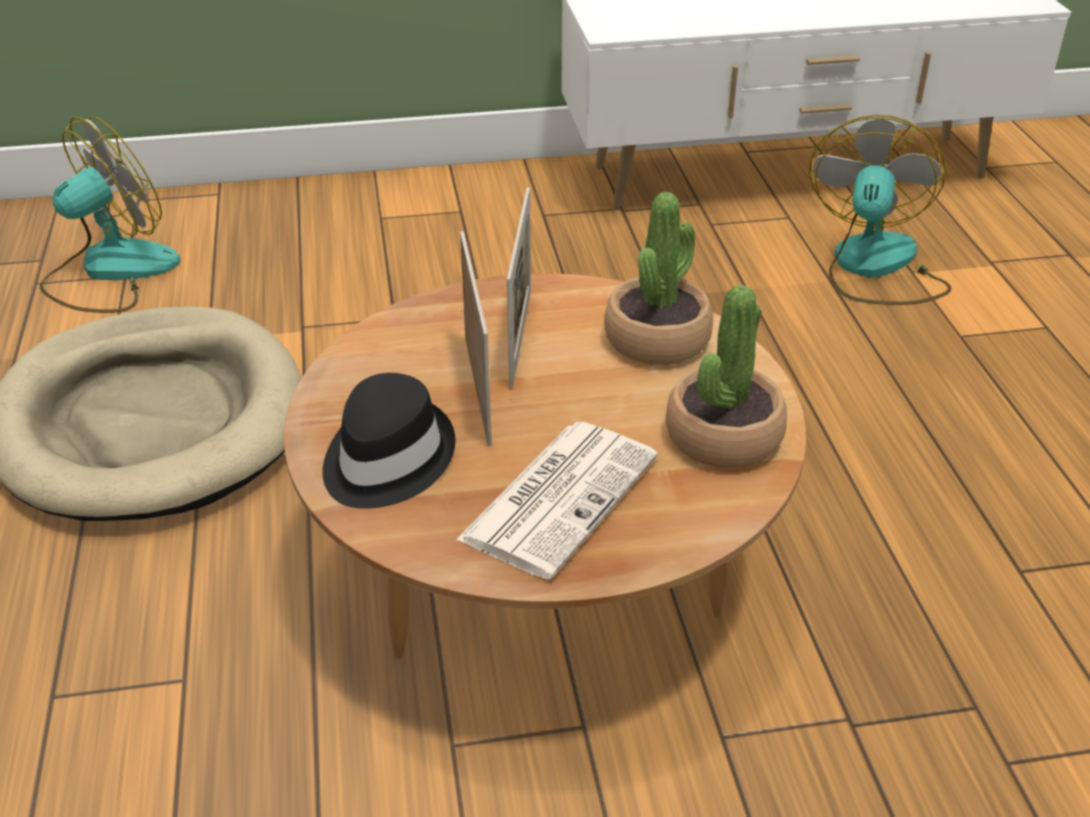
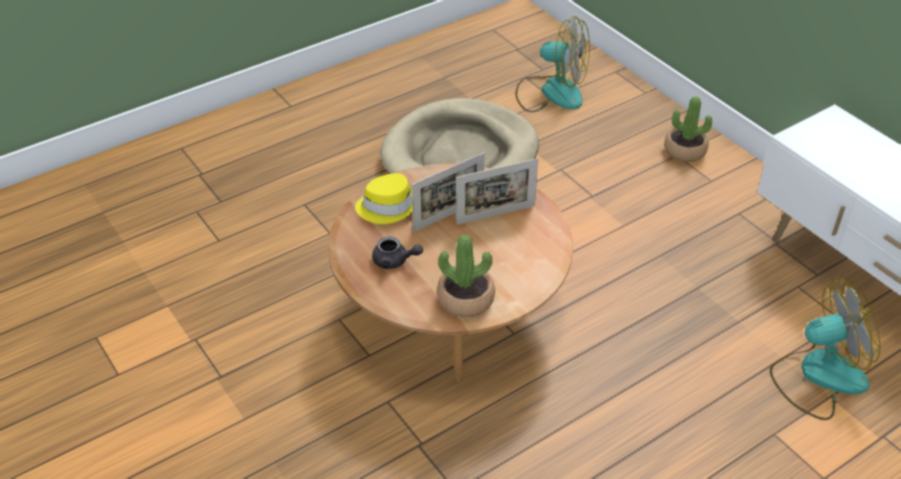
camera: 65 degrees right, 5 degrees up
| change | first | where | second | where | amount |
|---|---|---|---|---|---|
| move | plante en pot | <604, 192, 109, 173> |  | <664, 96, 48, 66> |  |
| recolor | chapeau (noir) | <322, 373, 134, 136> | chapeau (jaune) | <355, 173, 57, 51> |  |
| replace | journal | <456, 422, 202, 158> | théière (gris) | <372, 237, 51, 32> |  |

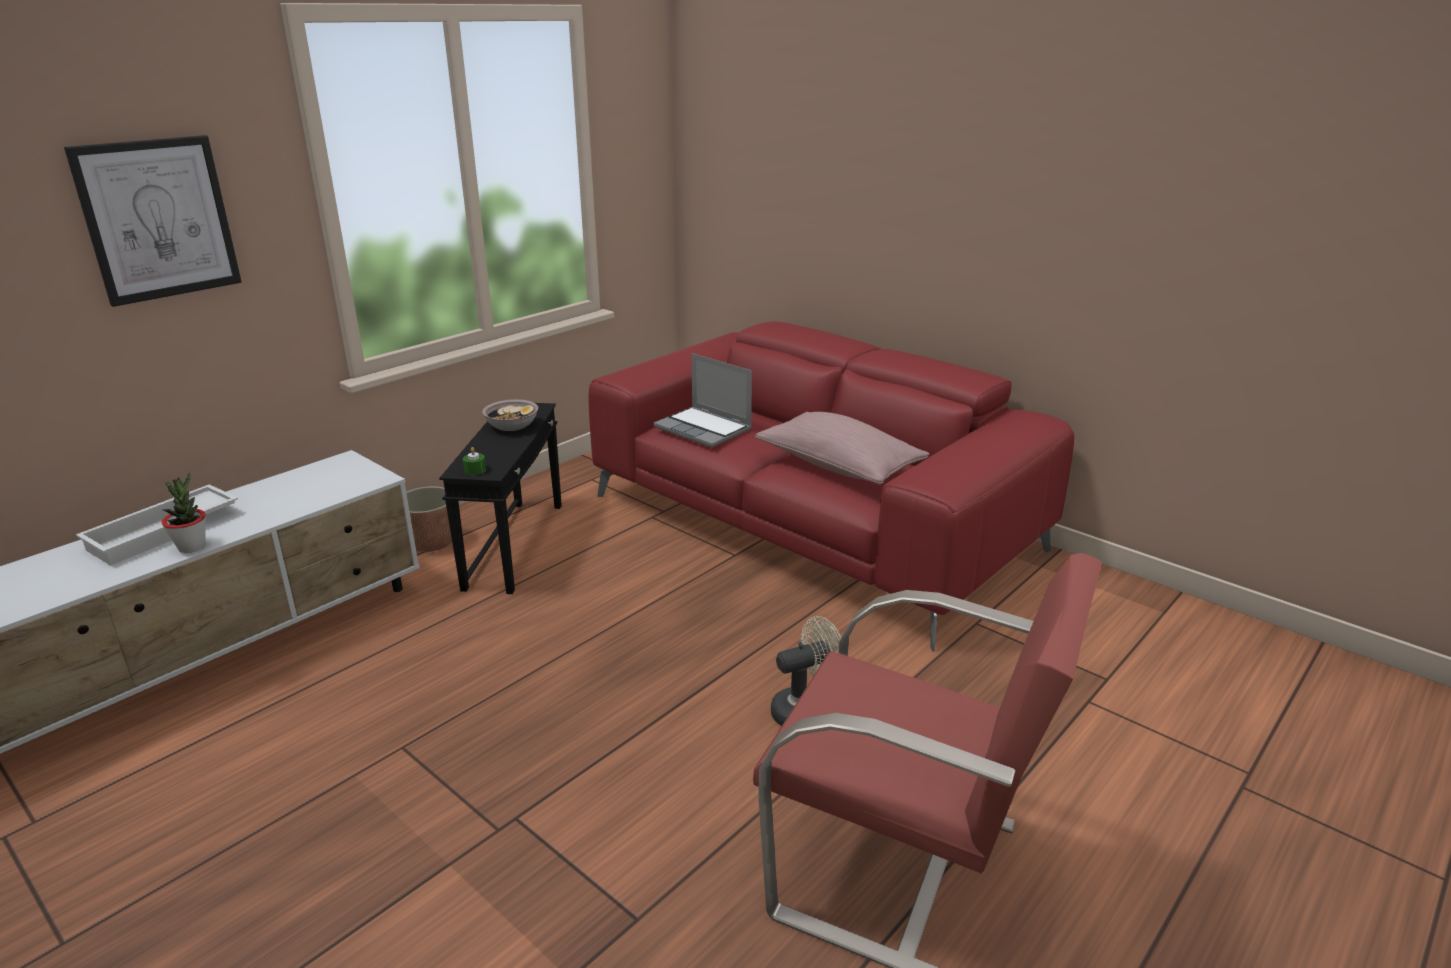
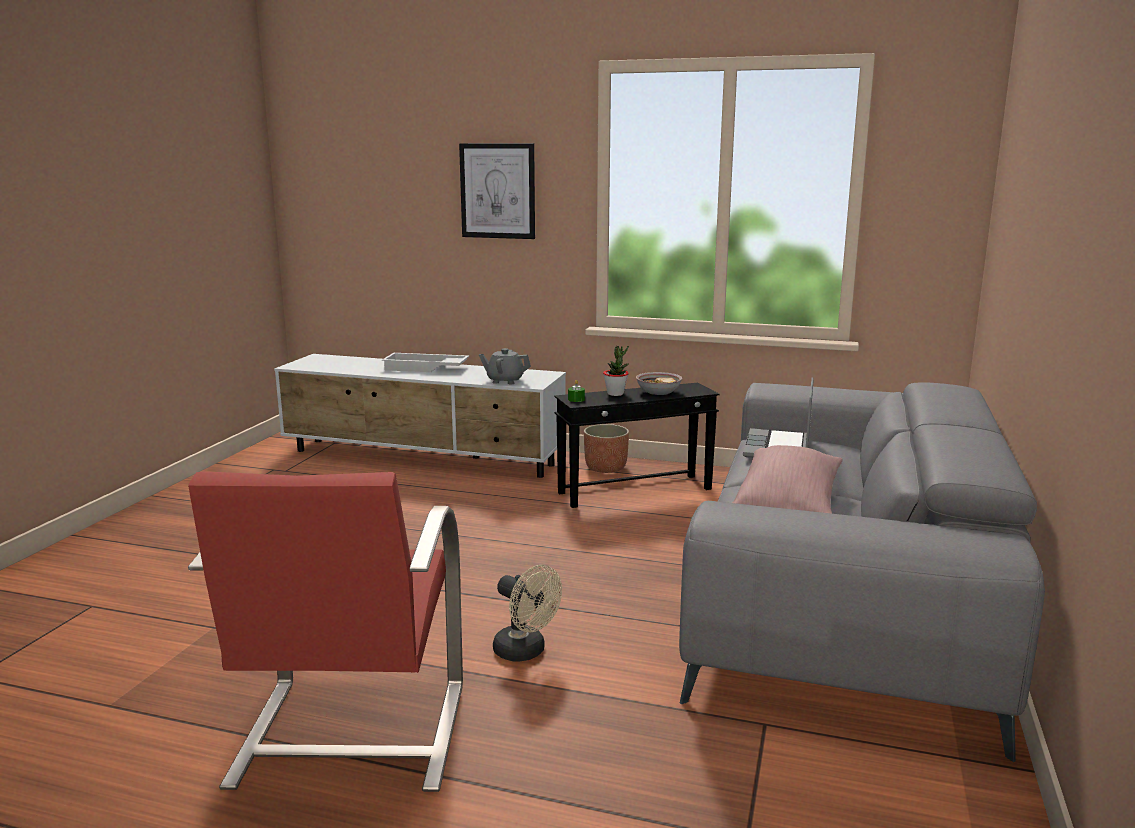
camera: 65 degrees right, 10 degrees down
| change | first | where | second | where | amount |
|---|---|---|---|---|---|
| recolor | canapé (rouge) | <588, 321, 486, 331> | canapé (gris) | <679, 382, 366, 380> |  |
| move | plante en pot | <162, 473, 44, 80> |  | <603, 346, 26, 50> |  |
| insert |  |  | théière (gris) | <479, 348, 52, 36> |  |

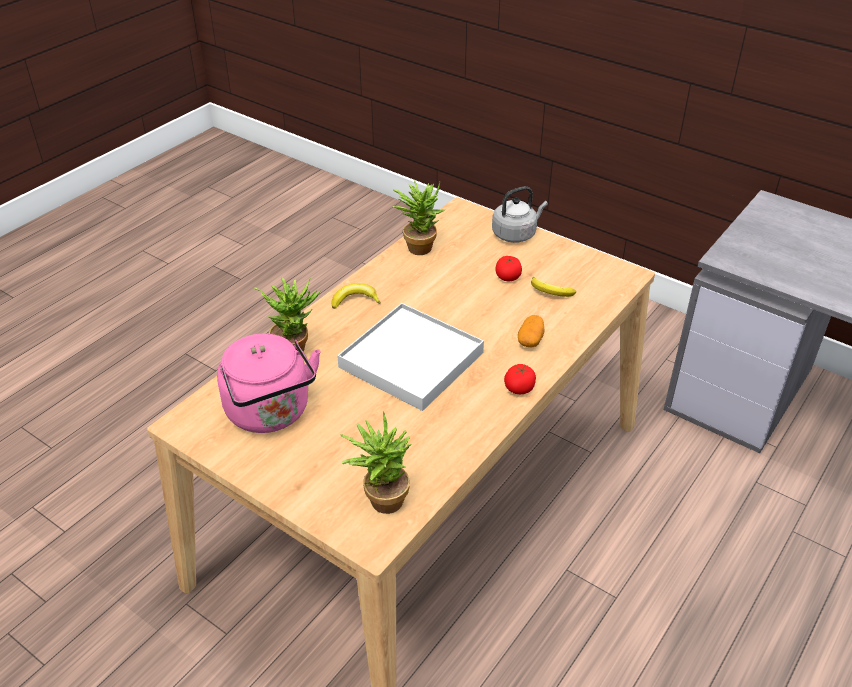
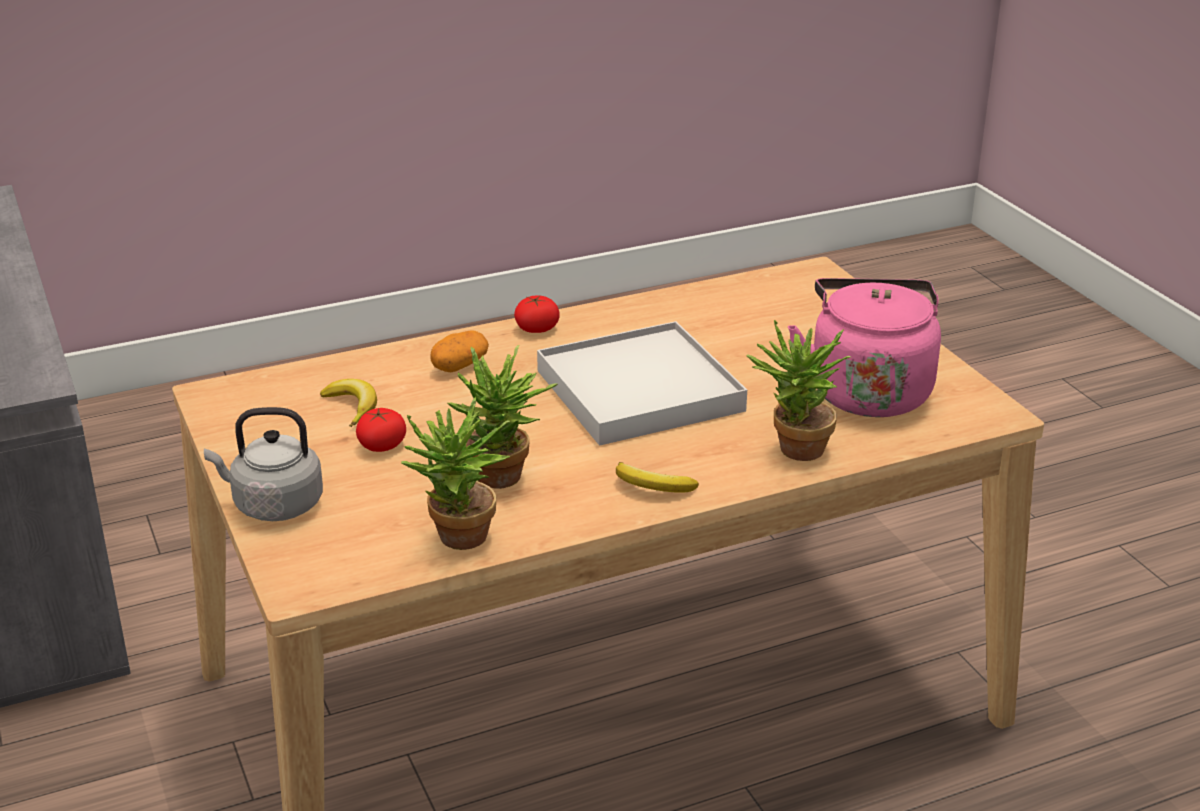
camera: 150 degrees left, 10 degrees down
| change | first | where | second | where | amount |
|---|---|---|---|---|---|
| move | plante en pot | <340, 411, 71, 103> |  | <447, 345, 111, 144> |  |

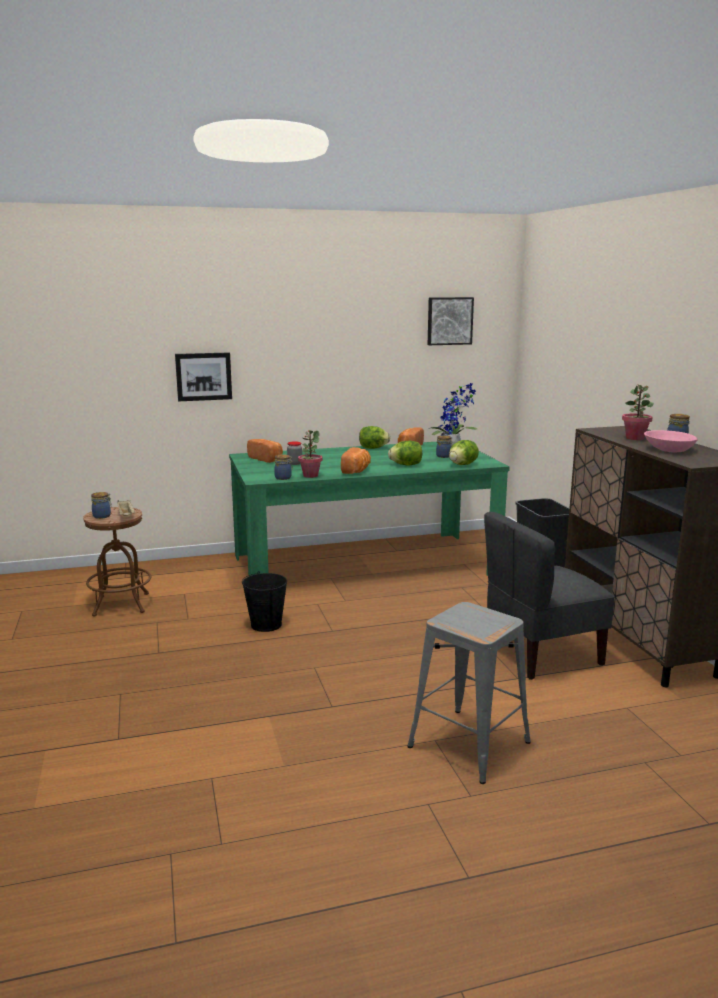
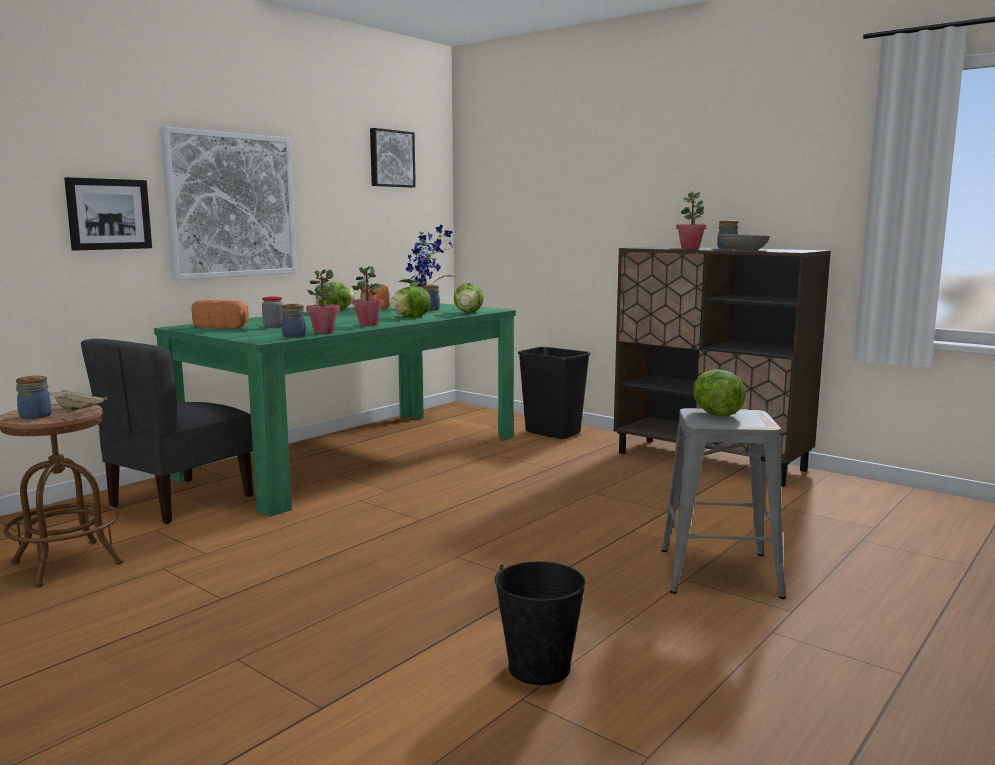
camera: 35 degrees left, 5 degrees down
| change | first | where | second | where | amount |
|---|---|---|---|---|---|
| recolor | bol (rose) | <644, 430, 53, 23> | bol (gris) | <718, 234, 52, 16> |  |
| replace | pain | <341, 447, 30, 27> | plante en pot | <352, 266, 31, 60> |  |
| move | chaise (gris) | <484, 512, 131, 168> |  | <81, 339, 172, 185> |  |
| move | seau (noir) | <242, 571, 45, 61> |  | <495, 561, 91, 124> |  |
| insert |  |  | tableau | <160, 126, 137, 154> |  |
| insert |  |  | laitue | <693, 369, 53, 47> |  |

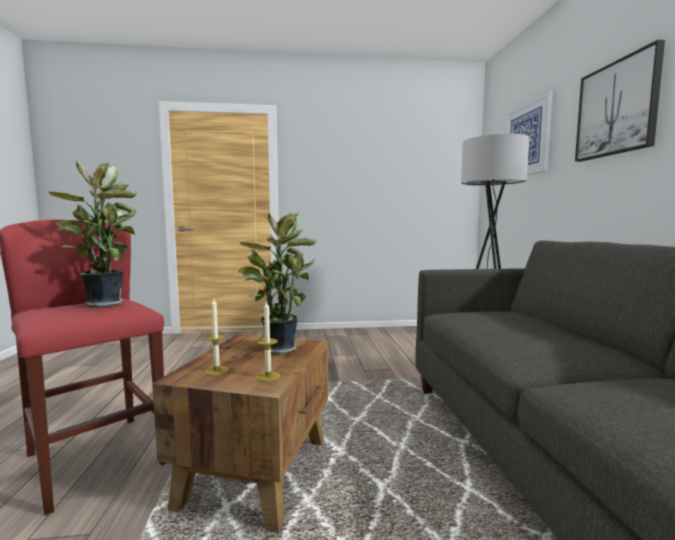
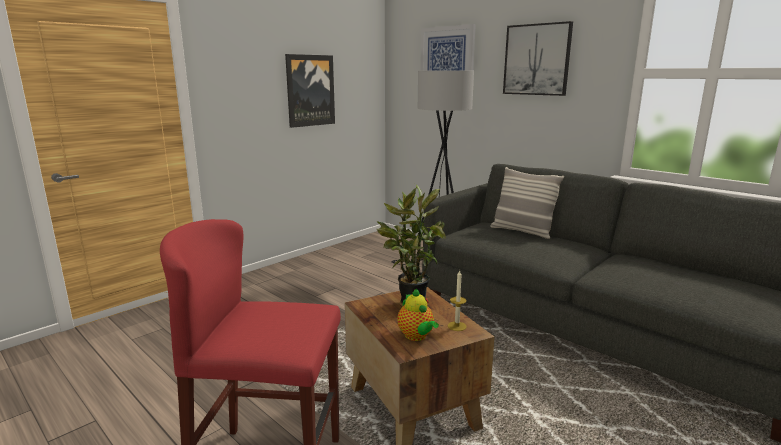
camera: 40 degrees left, 10 degrees up
| change | first | where | second | where | amount |
|---|---|---|---|---|---|
| delete | plante en pot | <49, 161, 88, 146> |  |  |  |
| replace | bougie | <205, 299, 24, 77> | théière | <397, 288, 42, 53> |  |
| insert |  |  | tableau | <285, 54, 50, 74> |  |
| insert |  |  | coussin | <490, 167, 74, 72> |  |

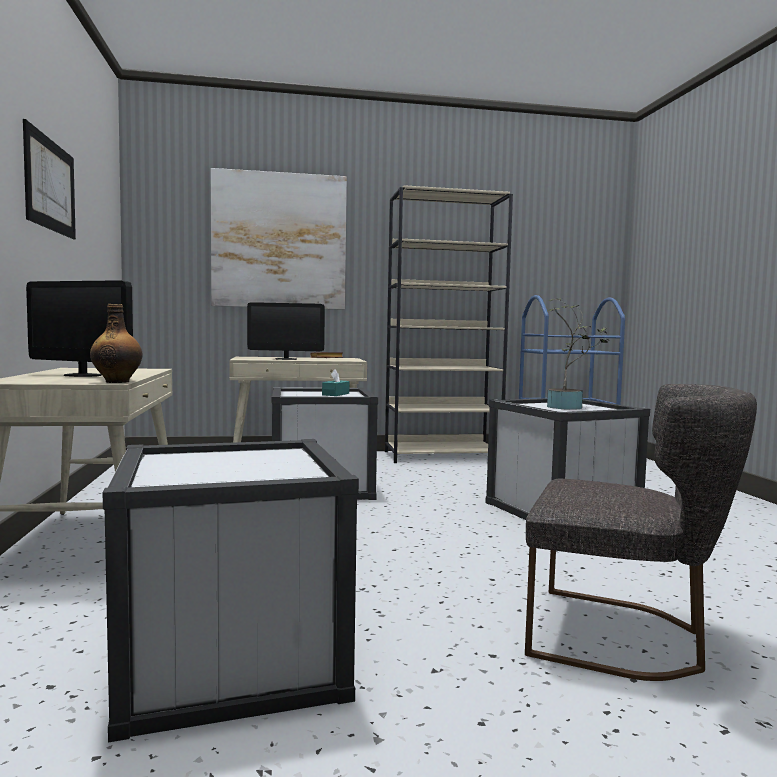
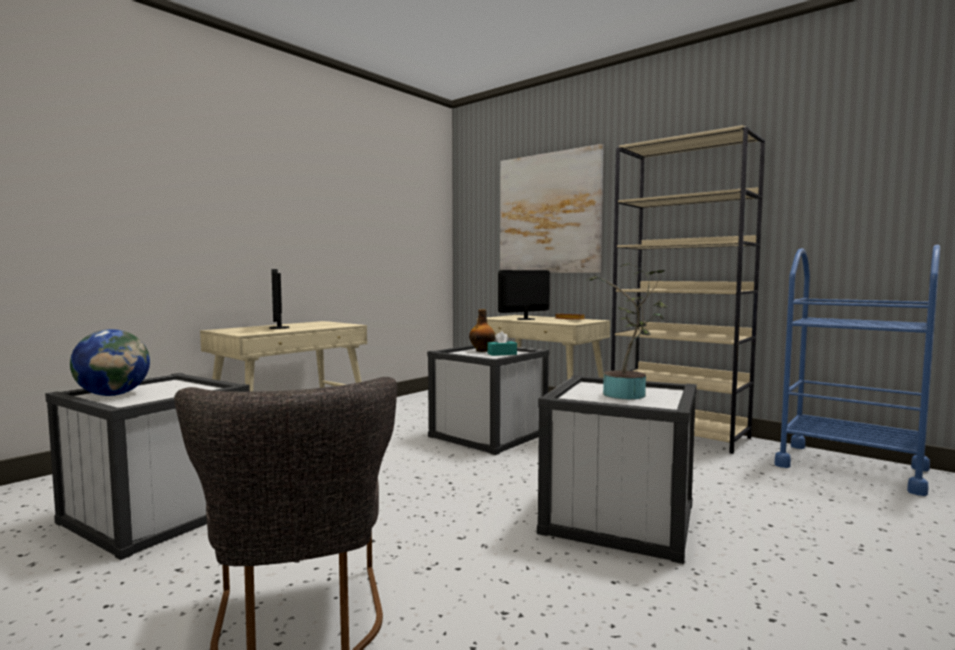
camera: 50 degrees right, 0 degrees up
| change | first | where | second | where | amount |
|---|---|---|---|---|---|
| delete | tableau | <23, 119, 53, 121> |  |  |  |
| rotate | écran d'ordinateur | <247, 302, 78, 58> |  | <498, 270, 52, 50> | 90 degrees clockwise |
| move | bouteille | <90, 304, 52, 79> |  | <469, 309, 26, 43> |  |
| insert |  |  | globe | <70, 329, 80, 67> |  |

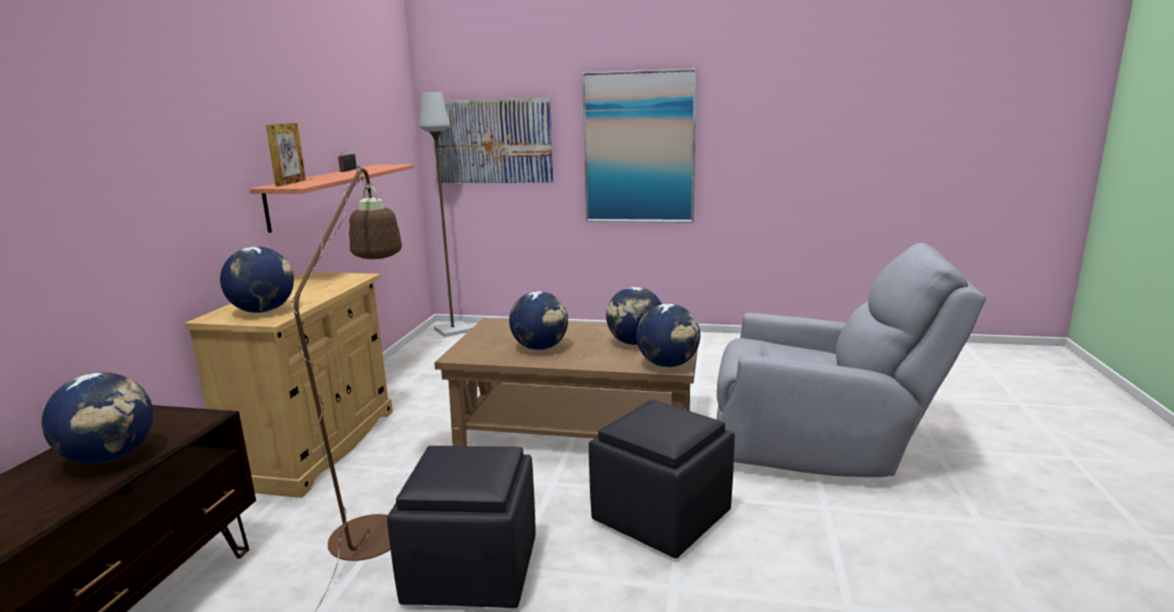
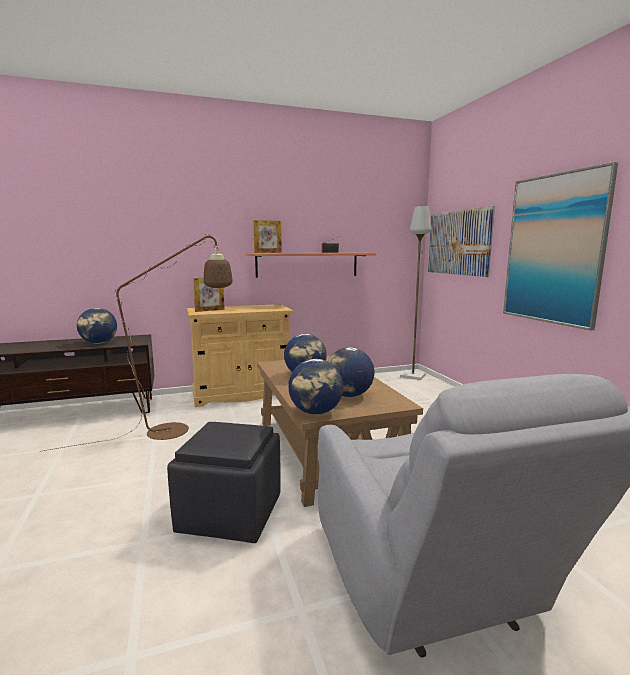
camera: 60 degrees right, 5 degrees down
| change | first | where | second | where | amount |
|---|---|---|---|---|---|
| replace | globe | <220, 246, 74, 67> | cadre photo | <193, 277, 32, 35> |  |
| delete | pouf (noir) | <387, 446, 149, 162> |  |  |  |

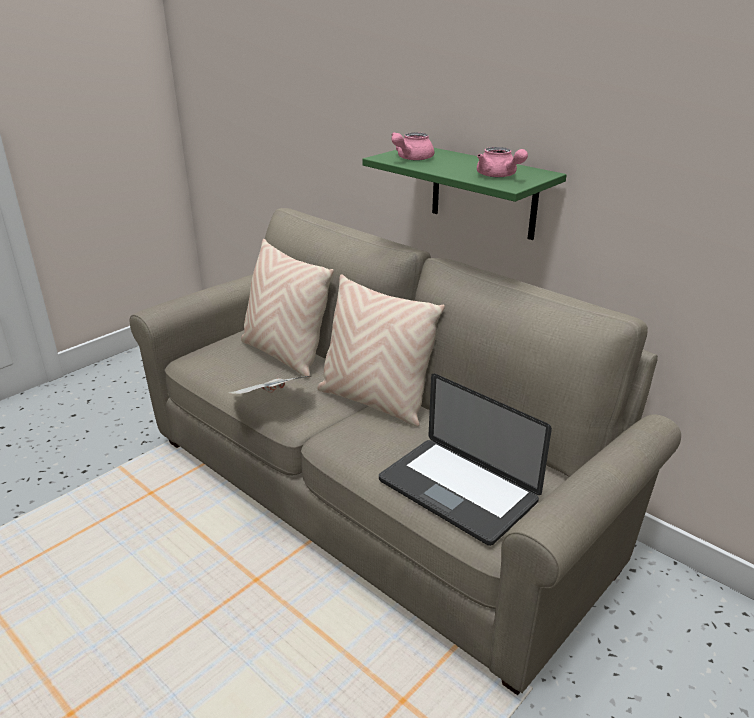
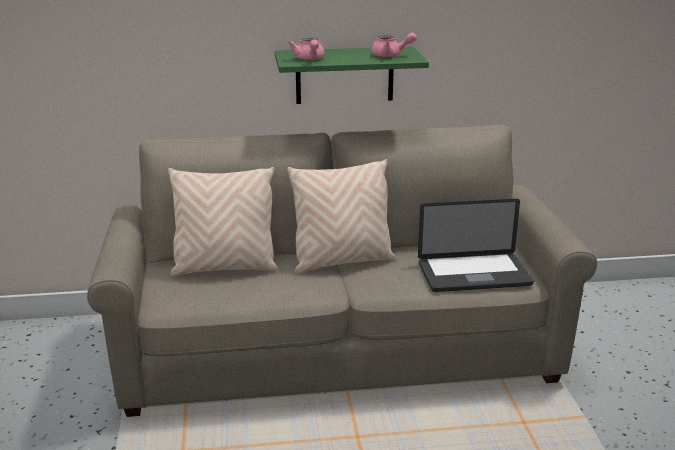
camera: 50 degrees left, 5 degrees down
| change | first | where | second | where | amount |
|---|---|---|---|---|---|
| delete | journal | <229, 376, 82, 18> |  |  |  |

